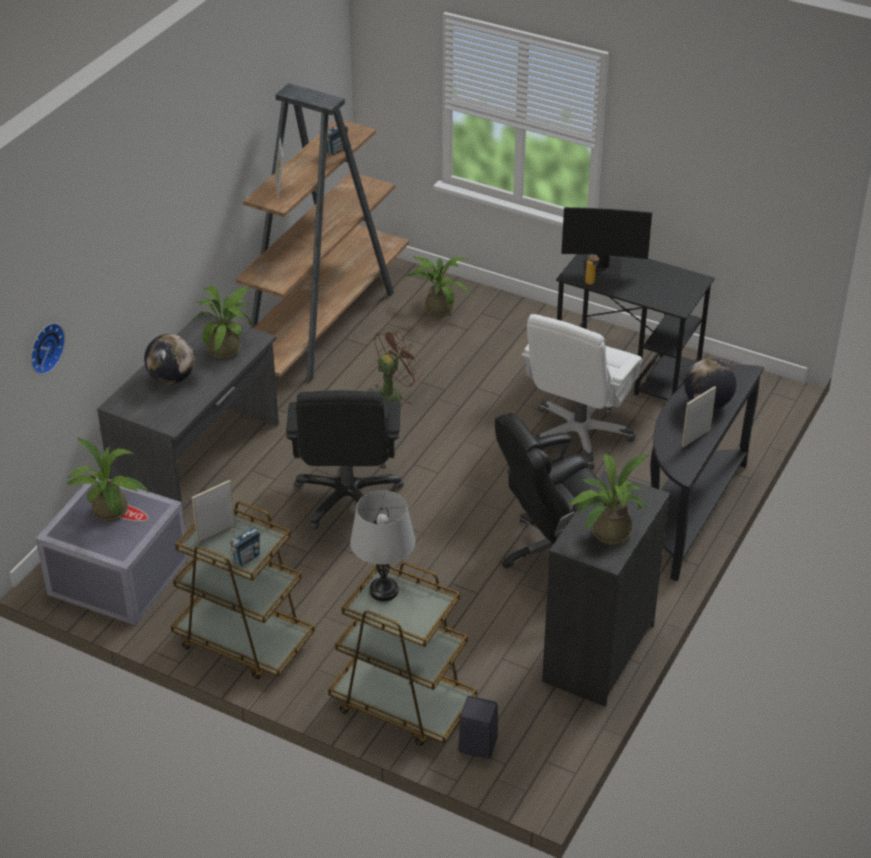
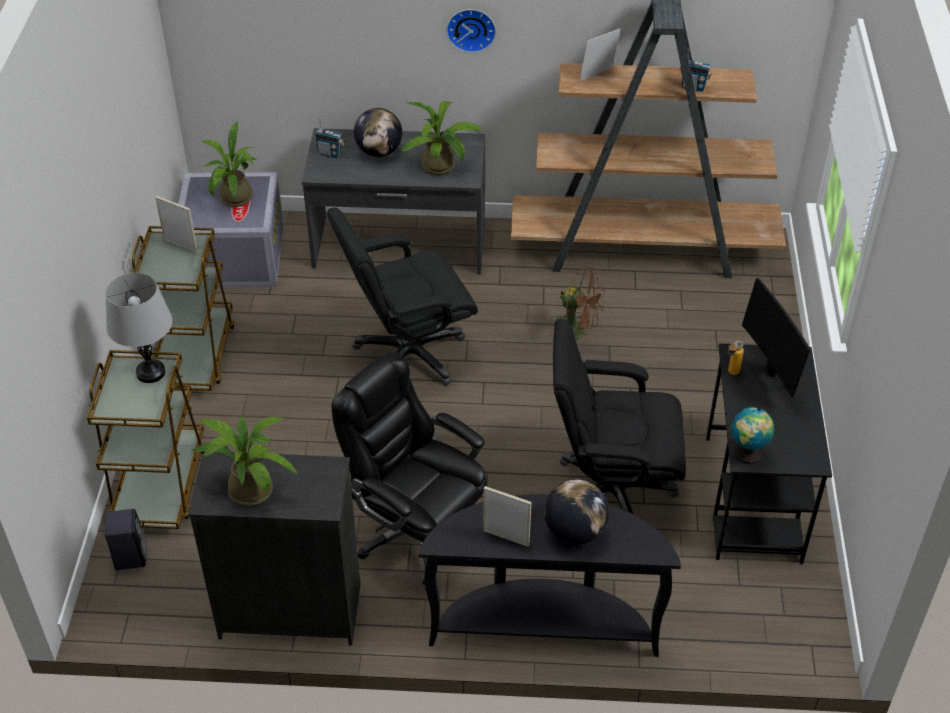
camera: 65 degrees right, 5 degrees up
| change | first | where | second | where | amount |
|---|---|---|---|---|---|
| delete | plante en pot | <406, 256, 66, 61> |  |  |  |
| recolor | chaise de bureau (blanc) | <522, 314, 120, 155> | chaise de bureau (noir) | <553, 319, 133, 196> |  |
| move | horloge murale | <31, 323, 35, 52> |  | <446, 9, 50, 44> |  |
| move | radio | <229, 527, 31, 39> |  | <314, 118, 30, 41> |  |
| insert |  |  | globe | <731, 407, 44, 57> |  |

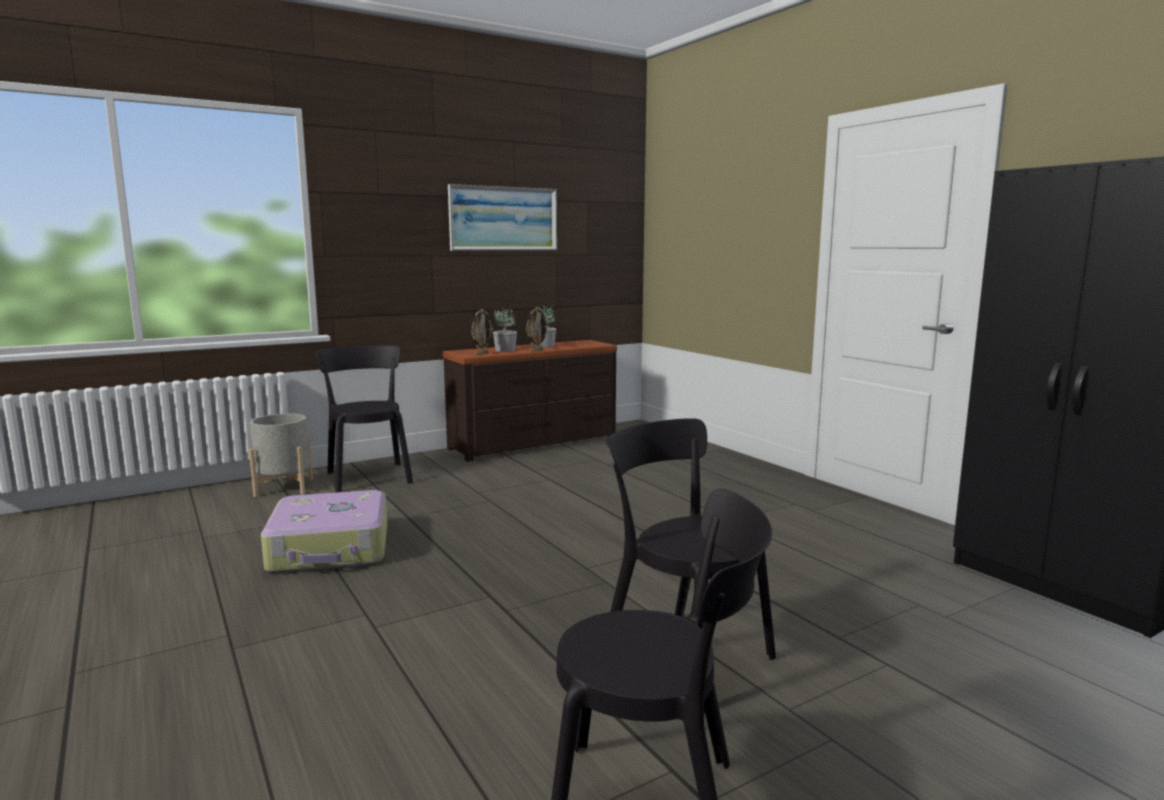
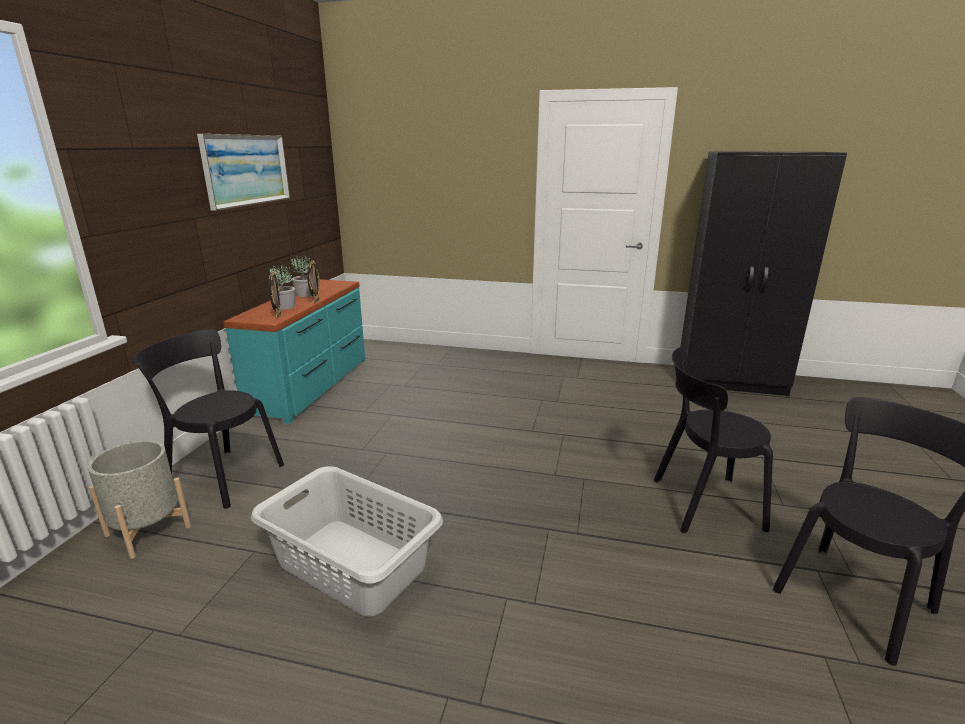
camera: 45 degrees left, 10 degrees up
| change | first | where | second | where | amount |
|---|---|---|---|---|---|
| recolor | commode (marron) | <443, 340, 174, 122> | commode (turquoise) | <224, 279, 141, 145> |  |
| replace | valise | <261, 490, 126, 83> | panier à linge (gris) | <251, 466, 192, 151> |  |

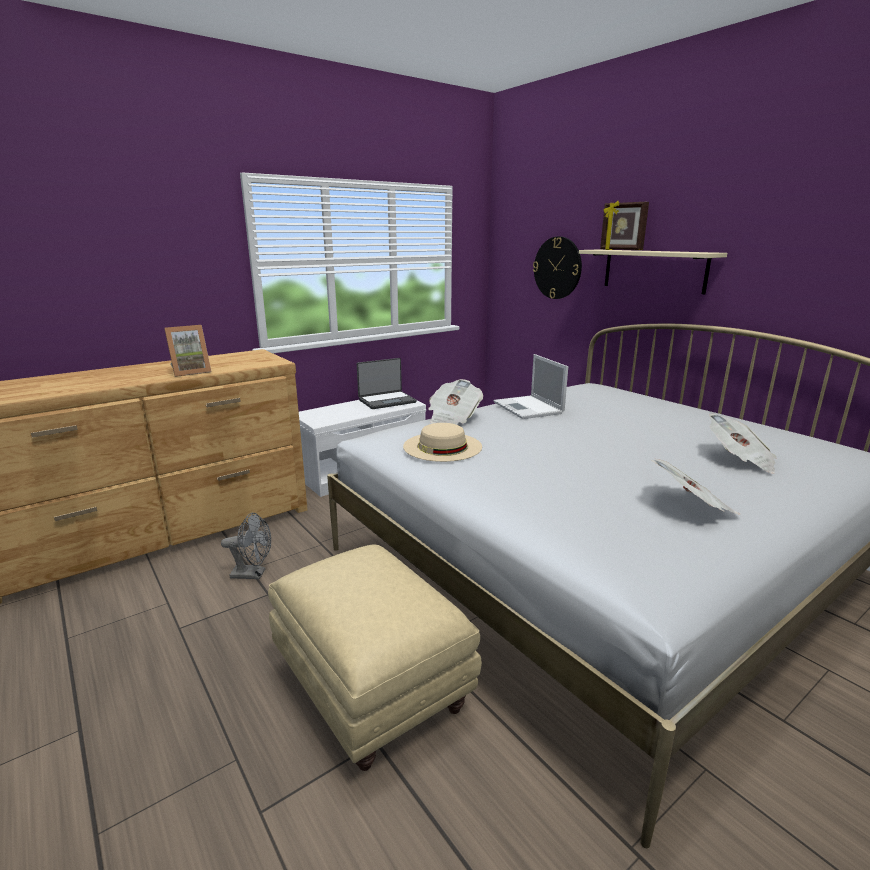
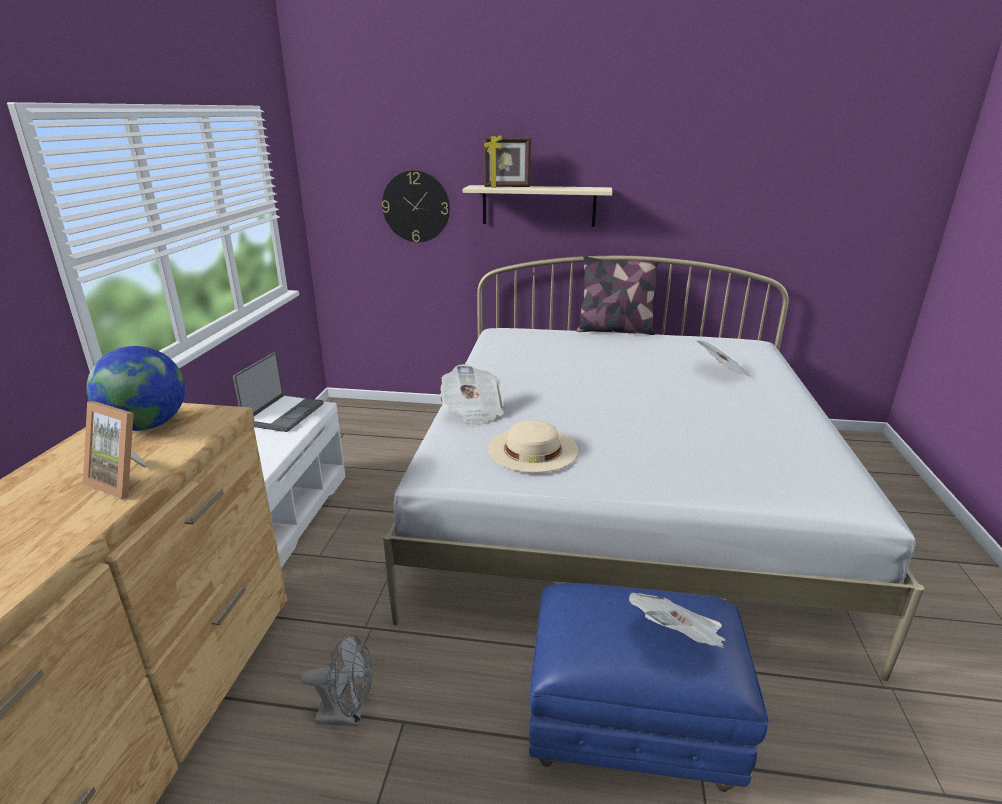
camera: 45 degrees left, 5 degrees up
| change | first | where | second | where | amount |
|---|---|---|---|---|---|
| rotate | cadre photo | <164, 325, 48, 52> |  | <83, 401, 64, 98> | 105 degrees clockwise |
| delete | ordinateur portable | <493, 354, 75, 65> |  |  |  |
| move | journal | <651, 459, 90, 56> |  | <629, 593, 96, 55> |  |
| rotate | ventilateur (gris) | <221, 513, 50, 66> |  | <301, 633, 71, 93> | 45 degrees clockwise |
| recolor | pouf (beige) | <268, 544, 214, 227> | pouf (bleu) | <529, 583, 240, 209> |  |
| insert |  |  | coussin | <577, 255, 82, 80> |  |
| insert |  |  | globe | <87, 346, 98, 85> |  |

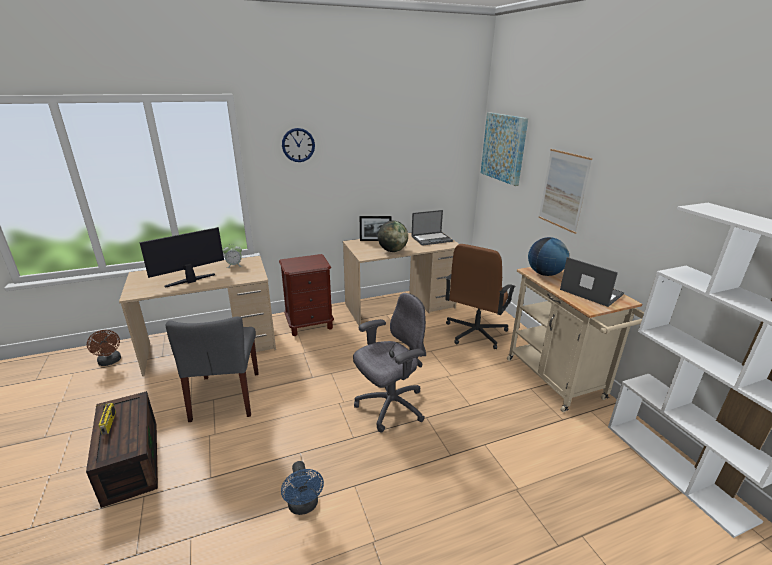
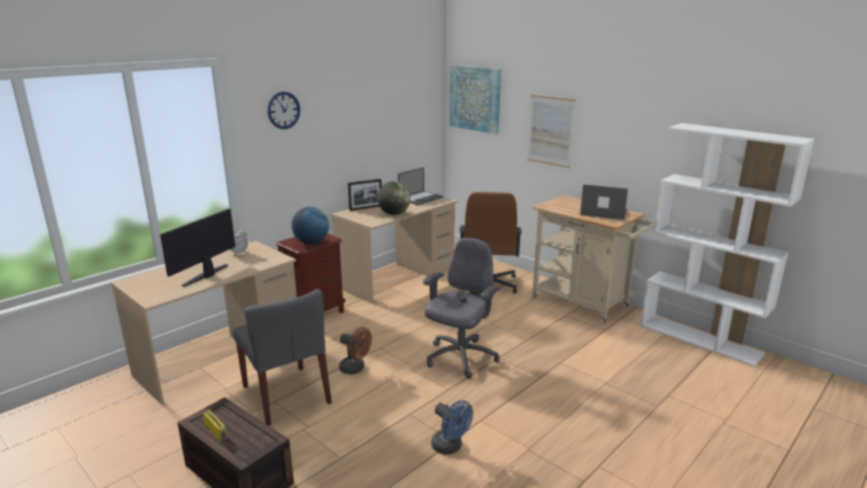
camera: 25 degrees left, 5 degrees down
| change | first | where | second | where | amount |
|---|---|---|---|---|---|
| move | globe | <528, 237, 41, 39> |  | <291, 207, 38, 37> |  |
| move | ventilateur (marron) | <87, 330, 34, 36> |  | <339, 327, 33, 47> |  |

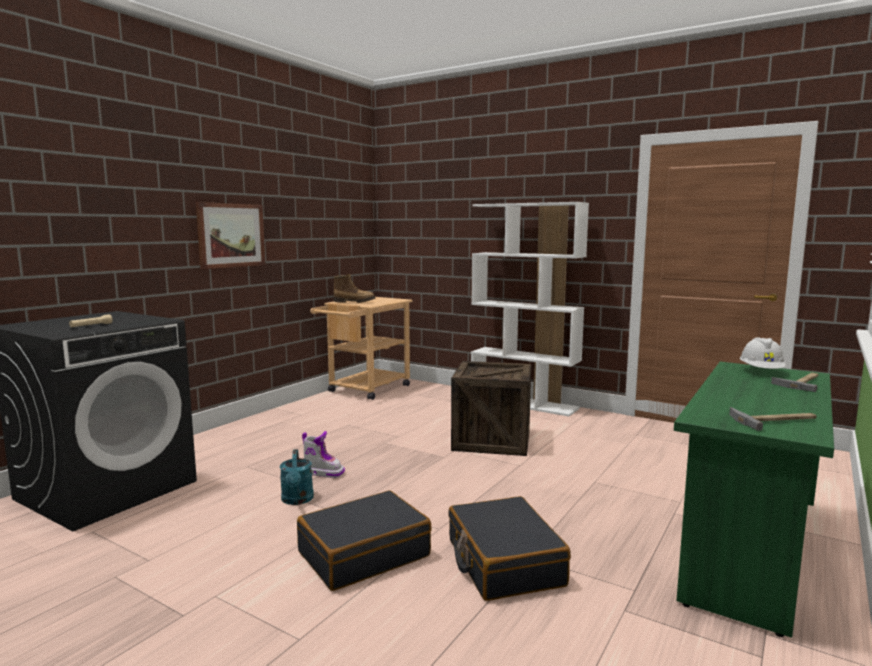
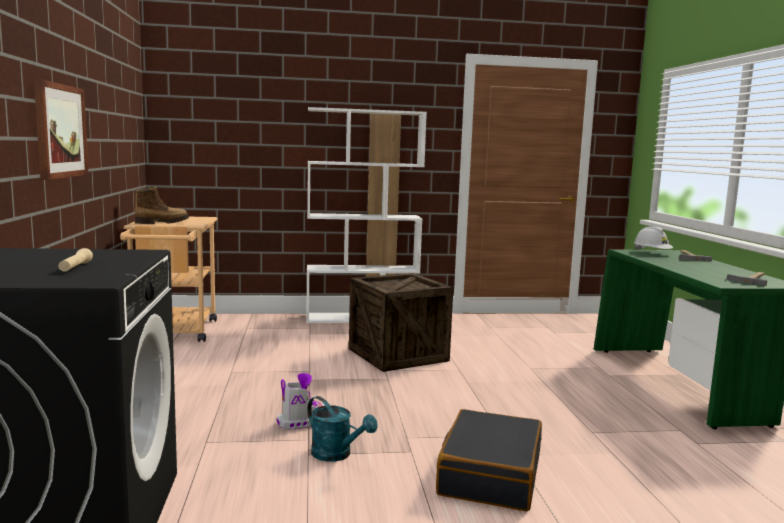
camera: 40 degrees left, 0 degrees up
| change | first | where | second | where | amount |
|---|---|---|---|---|---|
| delete | valise (noir) | <448, 496, 123, 105> |  |  |  |

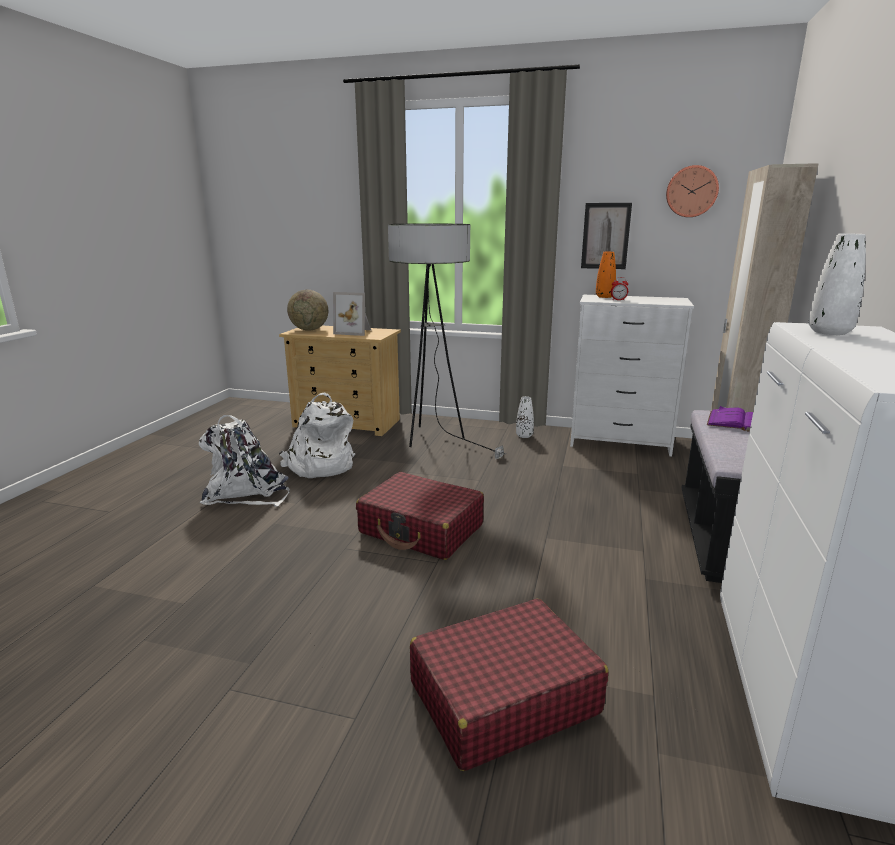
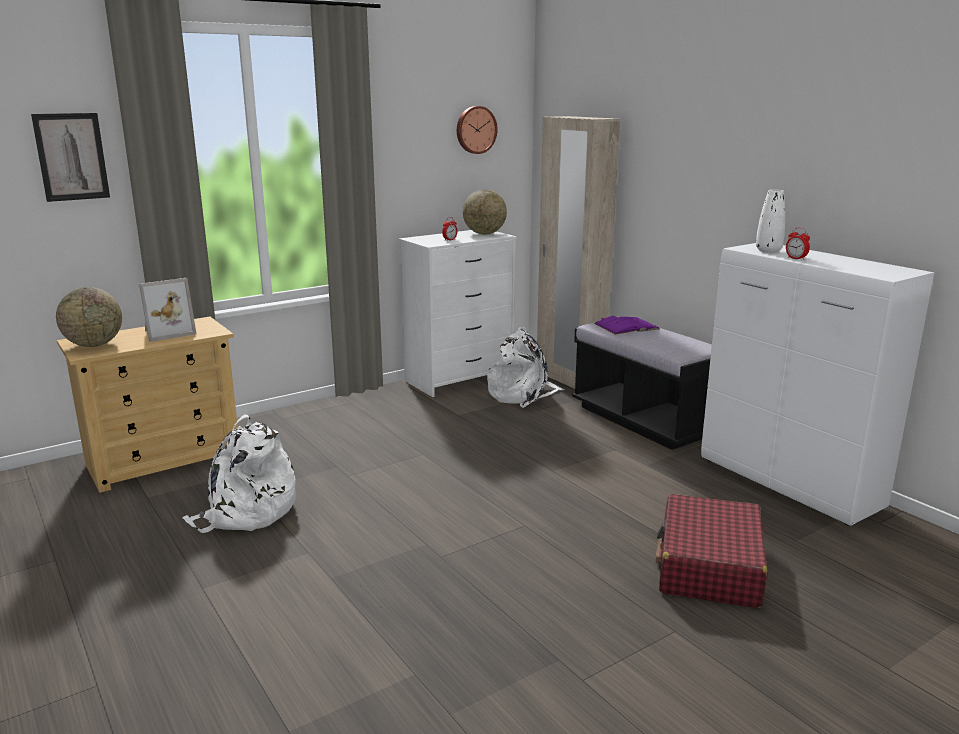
camera: 50 degrees left, 0 degrees up
| change | first | where | second | where | amount |
|---|---|---|---|---|---|
| move | tableau | <581, 203, 51, 66> |  | <31, 113, 79, 89> |  |
| delete | lampadaire | <388, 224, 118, 236> |  |  |  |
| delete | vase (orange) | <596, 252, 20, 46> |  |  |  |
| delete | vase (blanc) | <516, 396, 18, 42> |  |  |  |
| move | sac à dos (blanc) | <199, 415, 91, 92> |  | <487, 327, 78, 81> |  |
| delete | valise (rouge) | <356, 472, 128, 88> |  |  |  |
| insert |  |  | globe | <463, 189, 44, 45> |  |
| insert |  |  | réveil | <786, 227, 24, 34> |  |

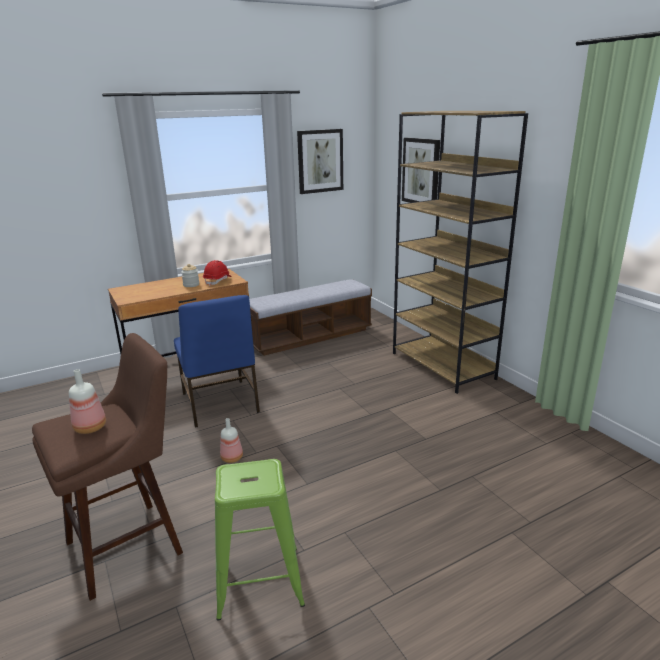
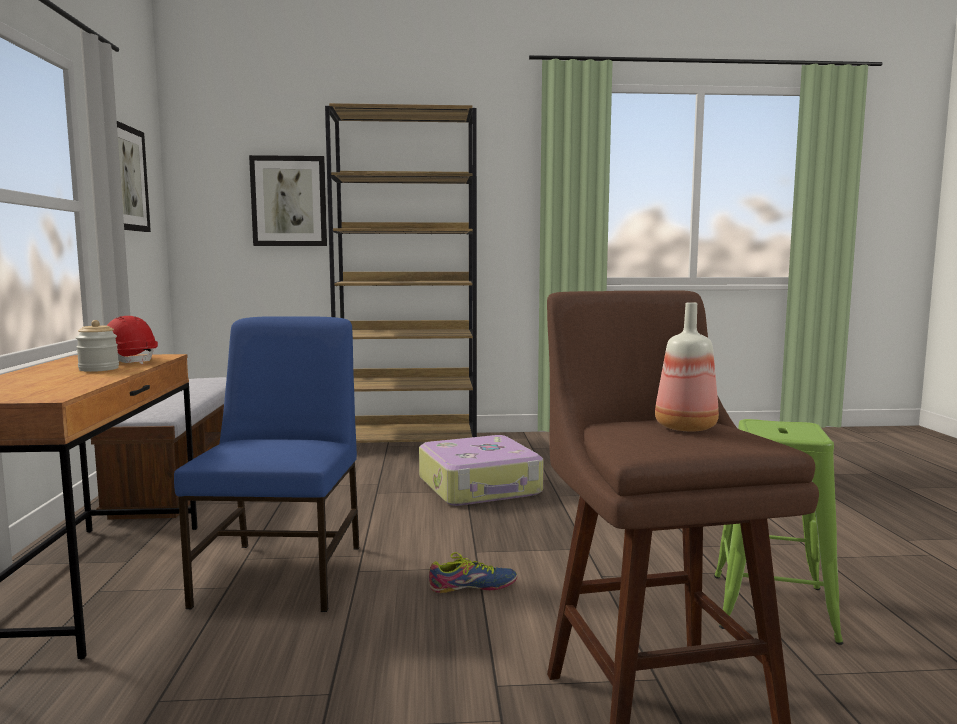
camera: 65 degrees left, 15 degrees down
| change | first | where | second | where | amount |
|---|---|---|---|---|---|
| rotate | chaise (bleu) | <174, 295, 86, 133> |  | <174, 316, 185, 296> | 90 degrees counterclockwise |
| replace | bouteille | <220, 418, 23, 45> | chaussure | <429, 552, 88, 41> |  |
| insert |  |  | valise | <419, 435, 125, 71> |  |

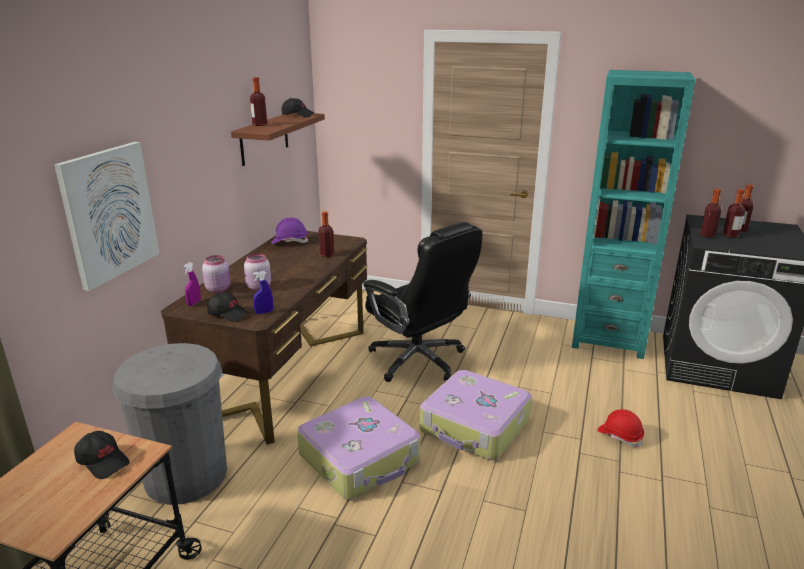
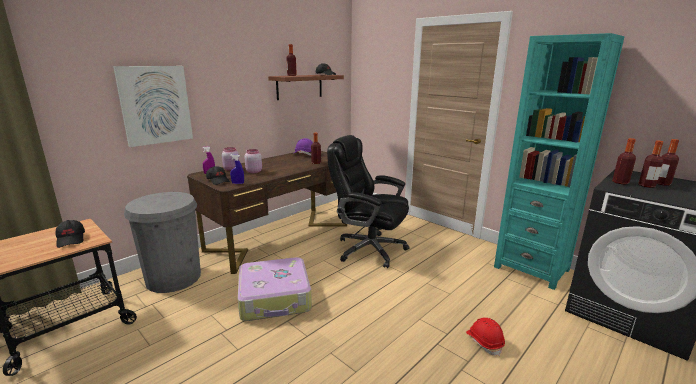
camera: 25 degrees right, 5 degrees down
| change | first | where | second | where | amount |
|---|---|---|---|---|---|
| rotate | chaise de bureau (noir) | <363, 222, 119, 160> |  | <327, 135, 83, 133> | 135 degrees clockwise |
| delete | valise | <420, 370, 112, 90> |  |  |  |

